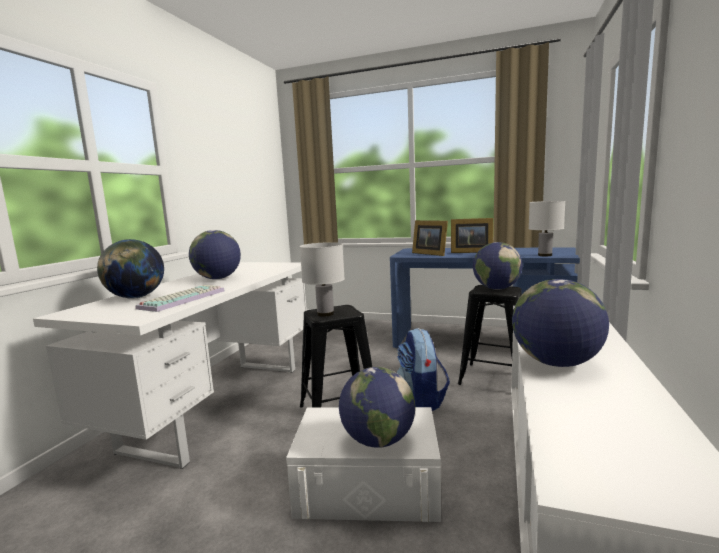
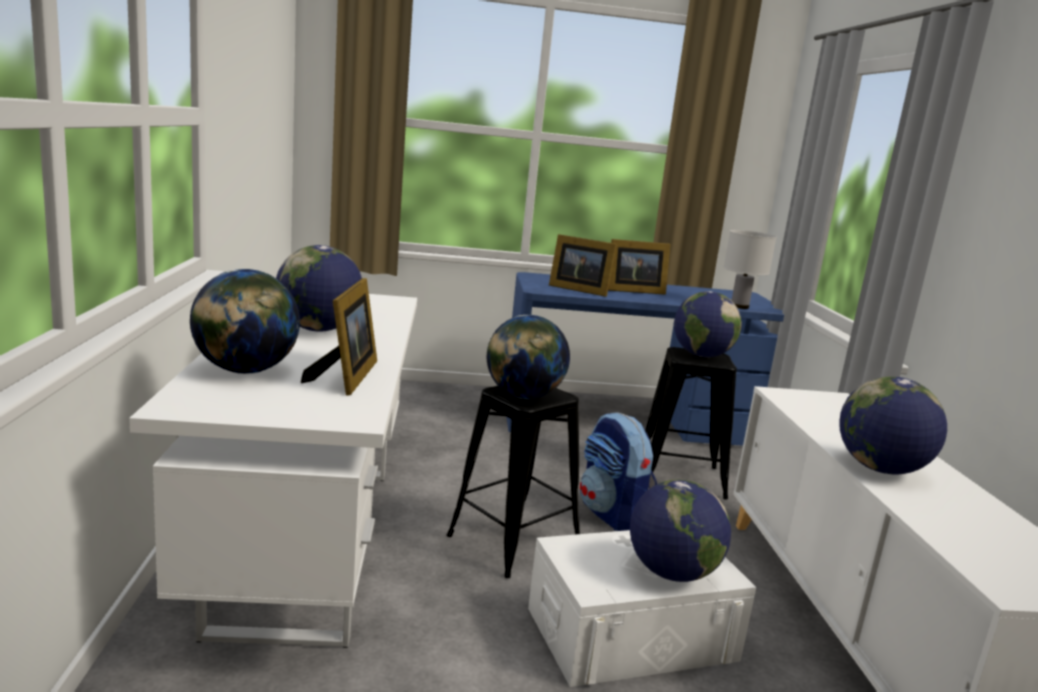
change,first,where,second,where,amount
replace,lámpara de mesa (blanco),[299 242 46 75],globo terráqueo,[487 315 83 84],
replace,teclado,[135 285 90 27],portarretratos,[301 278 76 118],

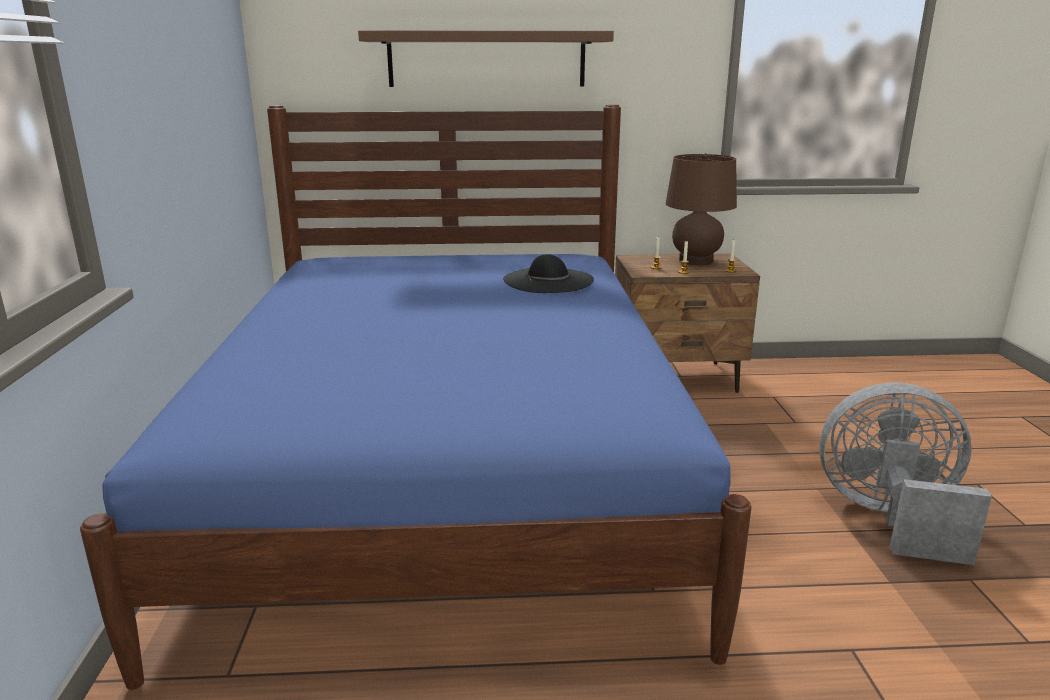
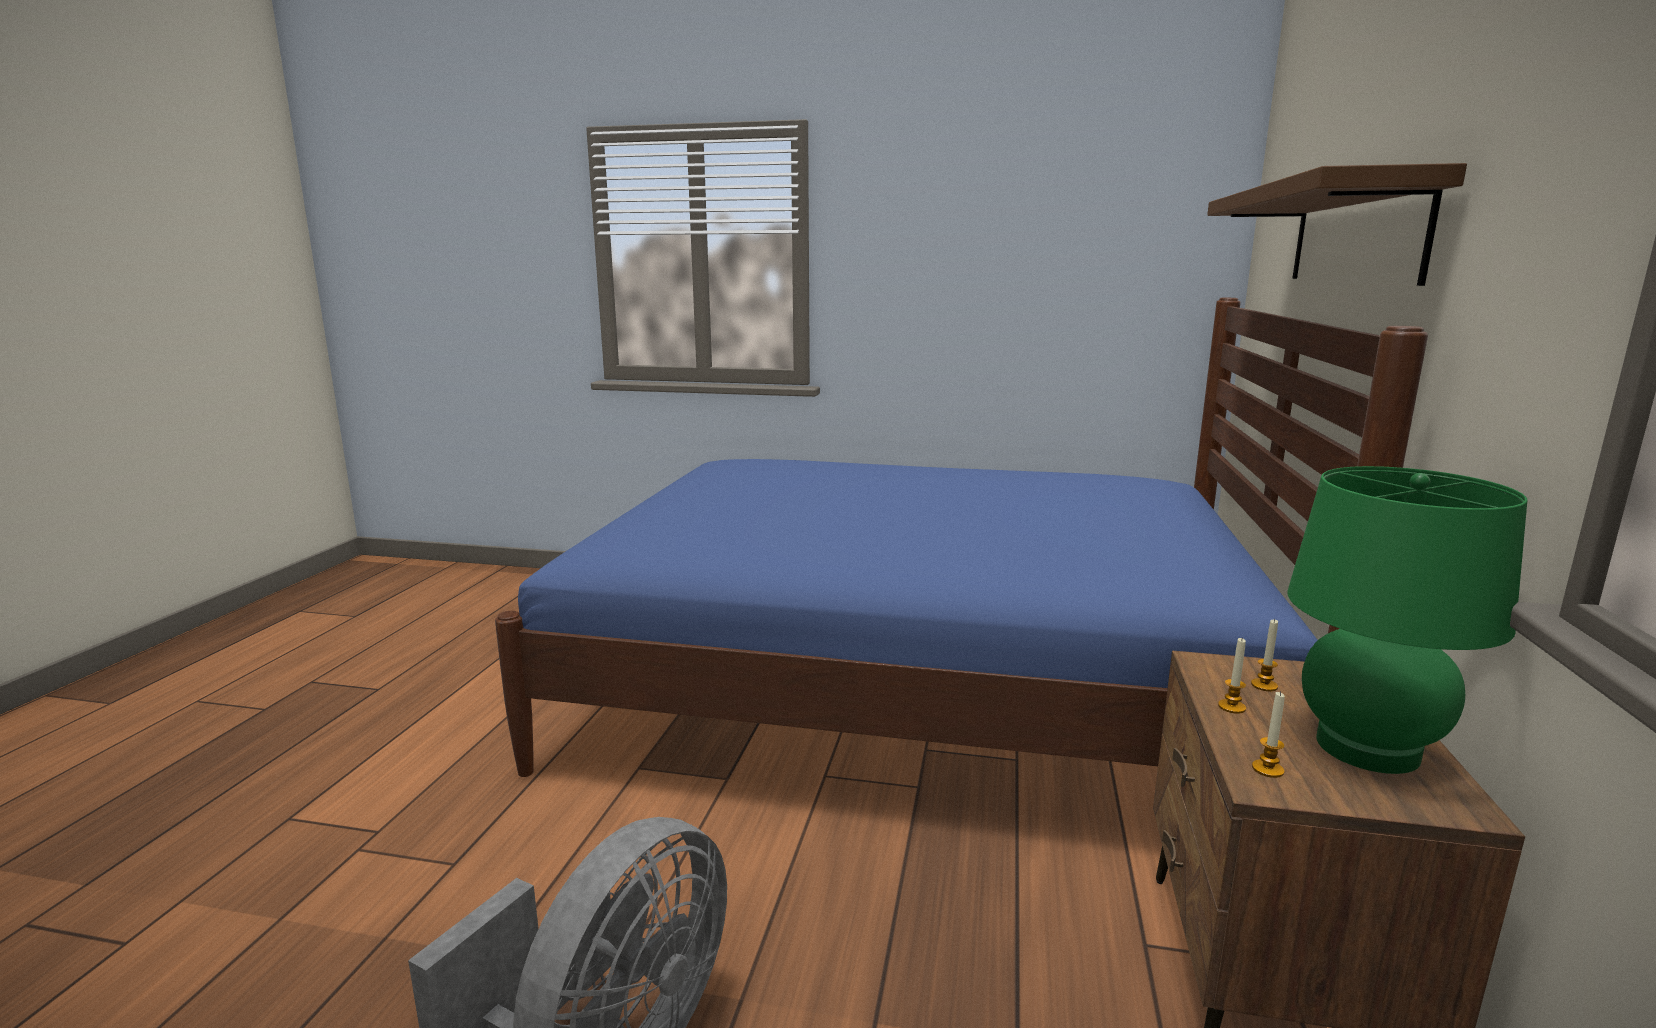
change,first,where,second,where,amount
recolor,lámpara de mesa (marrón),[666 153 71 112],lámpara de mesa (verde),[1287 466 240 308],
delete,sombrero (negro),[503 254 91 39],,,

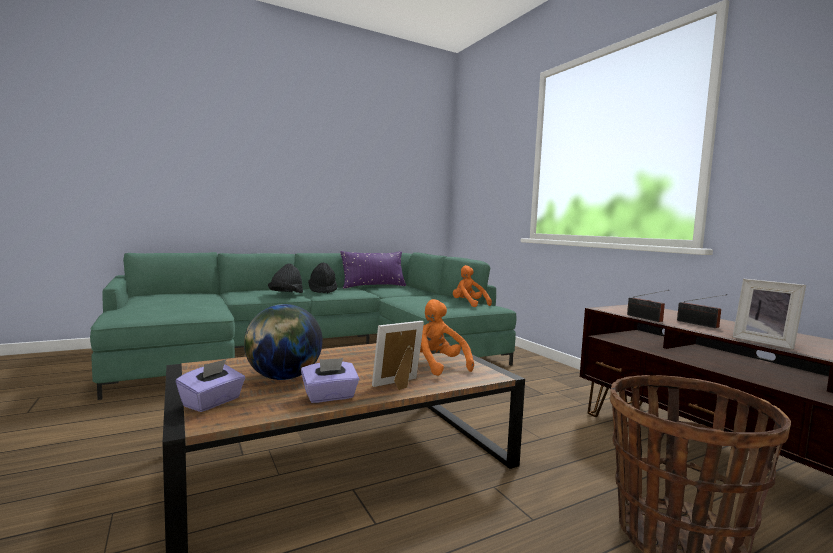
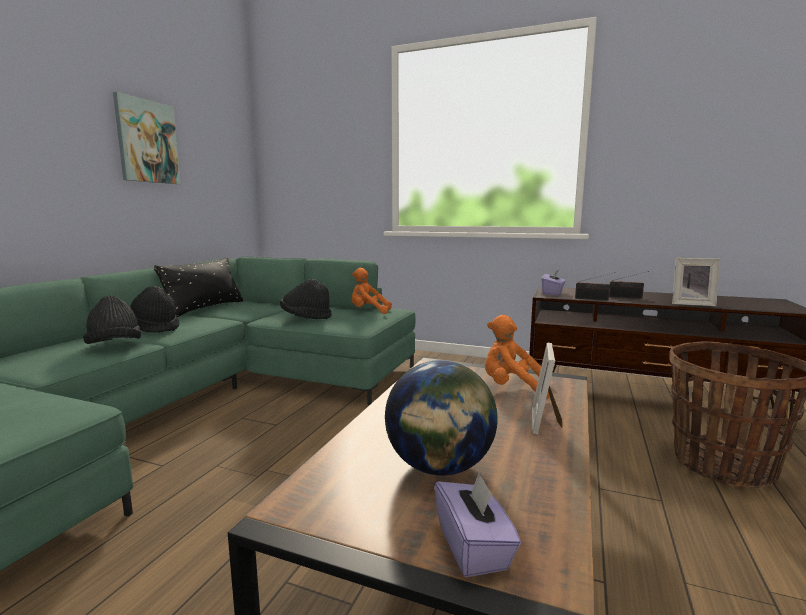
change,first,where,second,where,amount
recolor,cojín (morado),[340 251 66 37],cojín (negro),[154 257 89 60],
move,caja de pañuelos (morado),[301 358 58 45],,[542 270 24 25],
insert,,,cuadro,[113 92 68 92],
insert,,,sombrero (negro),[280 279 52 40],

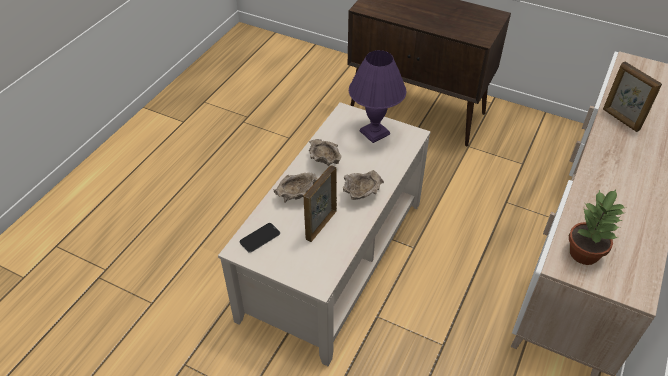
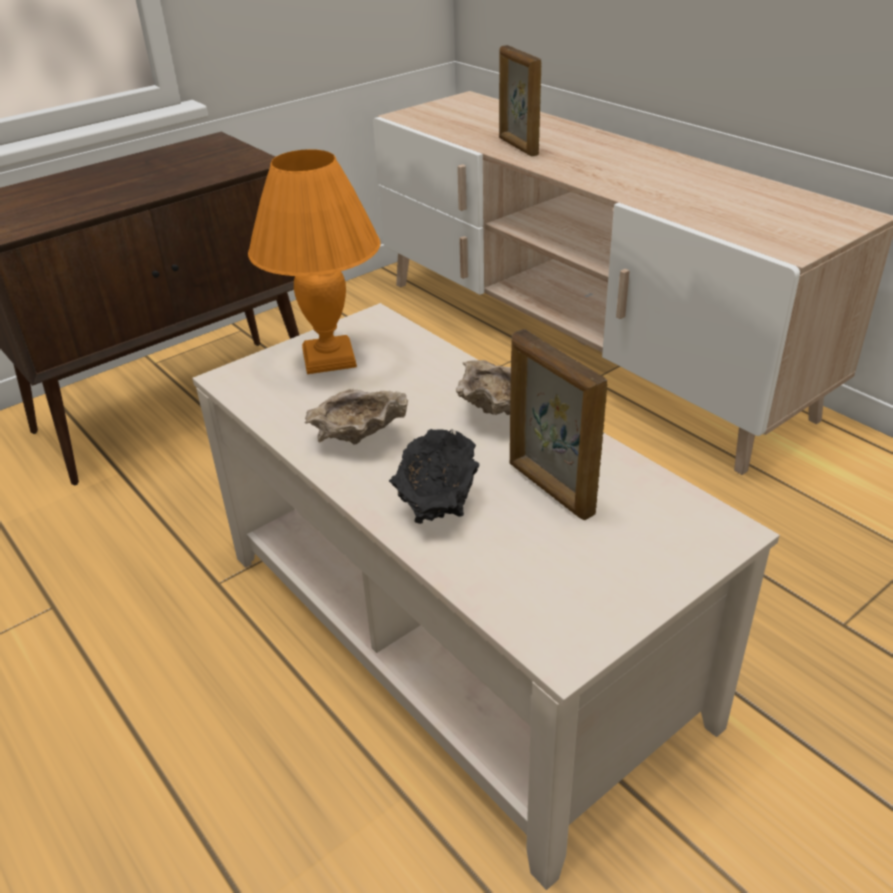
change,first,where,second,where,amount
recolor,lámpara de mesa (morado),[349 50 57 93],lámpara de mesa (naranja),[248 149 132 225],
rotate,portarretratos,[603 62 59 70],,[499 45 43 112],75 degrees clockwise
recolor,cuenco (beis),[274 172 44 31],cuenco (negro),[389 429 91 95],
delete,planta en maceta,[569 189 57 76],,,
delete,móvil,[240 223 40 30],,,

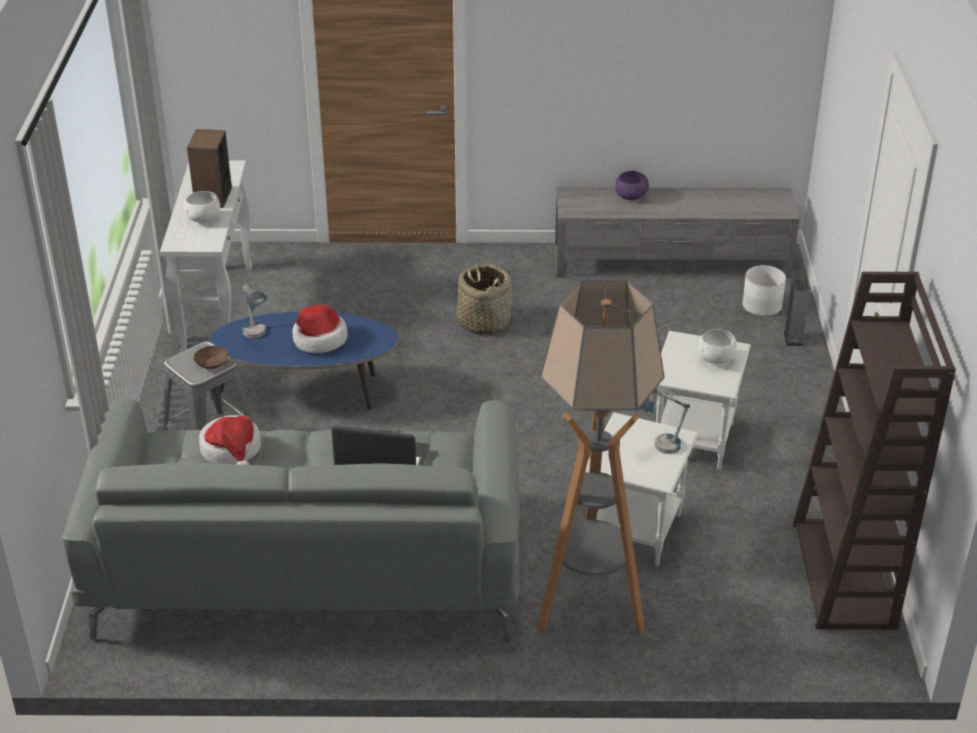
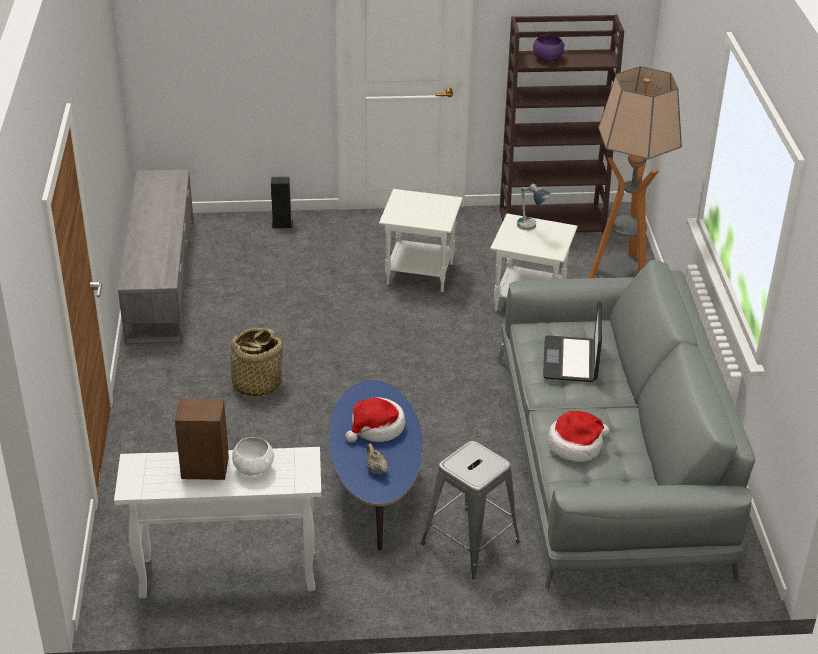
change,first,where,second,where,amount
move,cuenco (morado),[615 171 34 29],,[533 35 32 27],
delete,maceta (blanco),[742 265 44 51],,,
replace,lámpara de mesa,[242 284 26 54],tetera (beis),[367 443 21 31],
delete,cuenco (blanco),[697 329 40 35],,,
delete,cuenco (marrón),[194 346 35 23],,,

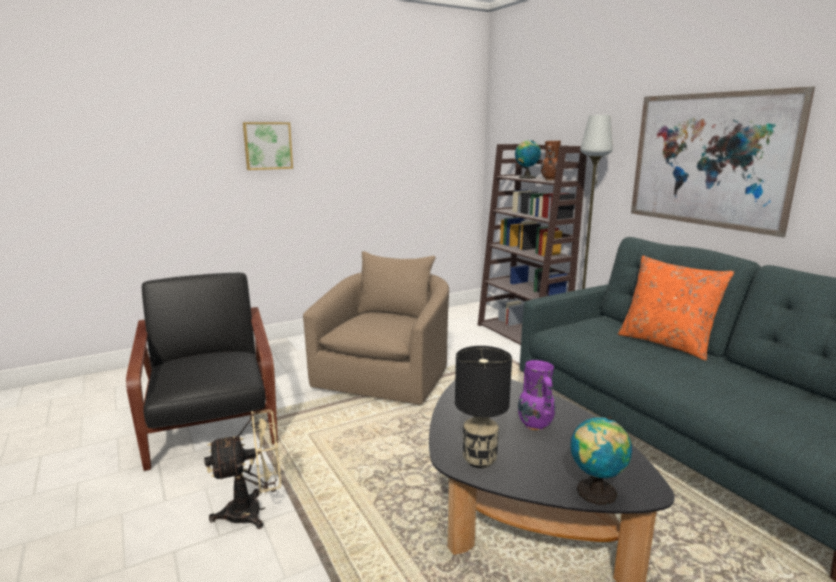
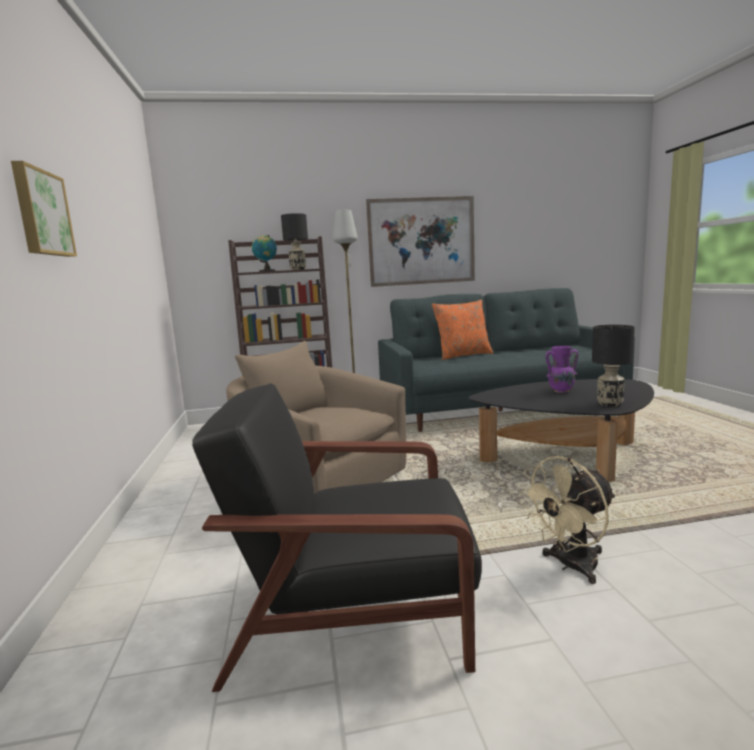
change,first,where,second,where,amount
replace,florero (marrón),[541 141 20 40],lámpara de mesa (negro),[281 213 27 57],
rotate,ventilador (beis),[204 410 77 119],,[519 456 97 128],120 degrees counterclockwise
delete,globo terráqueo,[570 416 62 89],,,

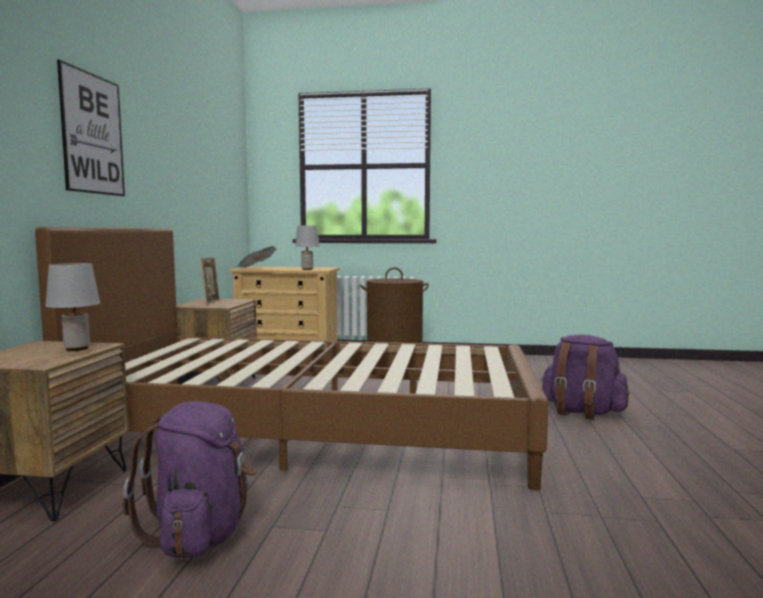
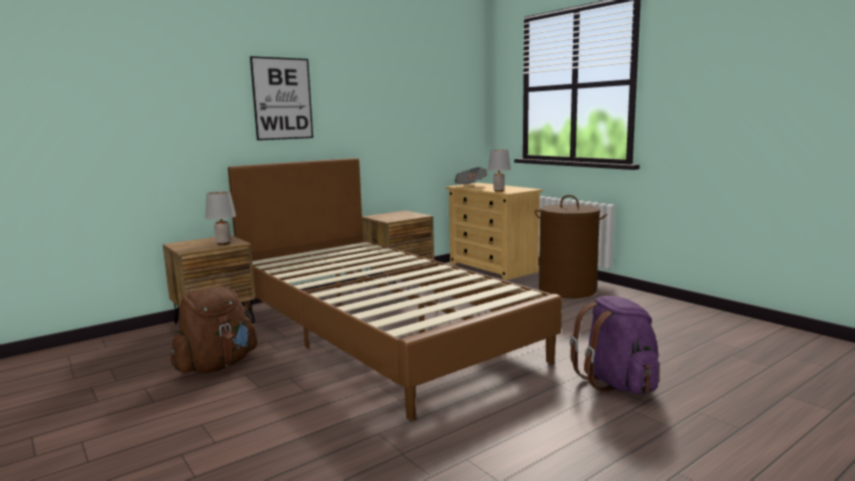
change,first,where,second,where,amount
delete,portarretratos,[200 257 20 48],,,
recolor,mochila (morado),[123 401 134 158],mochila (marrón),[171 286 86 87],

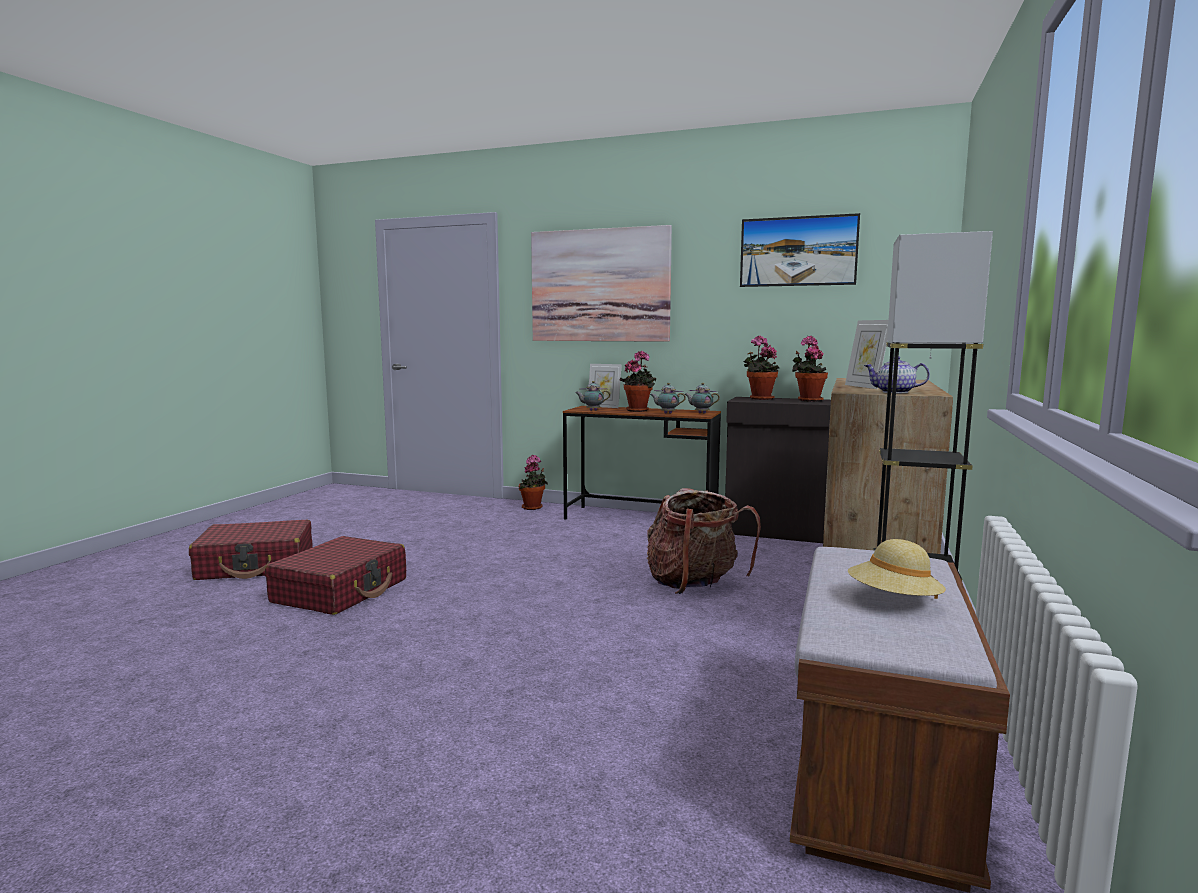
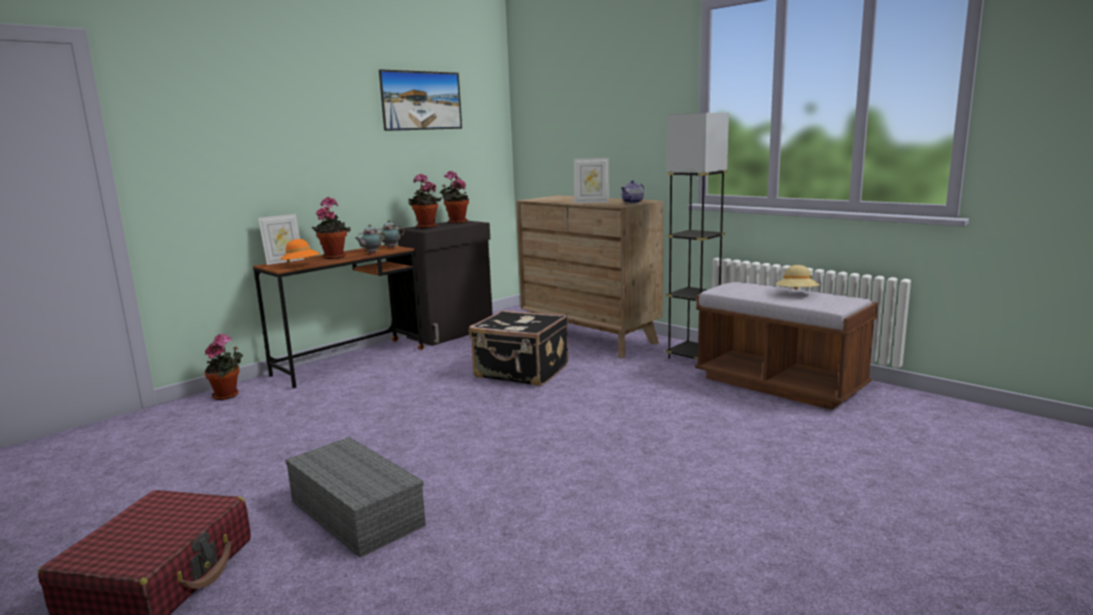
change,first,where,second,where,amount
delete,cuadro,[531 225 141 117],,,
replace,tetera,[575 381 35 30],sombrero (naranja),[280 239 40 26],
replace,mochila,[647 488 114 106],maleta (negro),[469 310 99 76],
replace,maleta (rojo),[265 536 141 79],caja de almacenaje (gris),[285 437 141 121],

